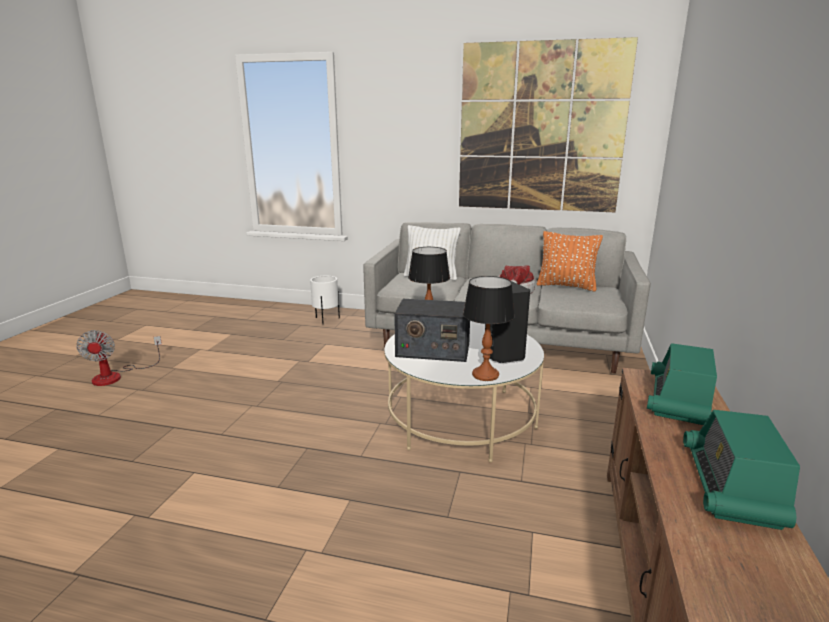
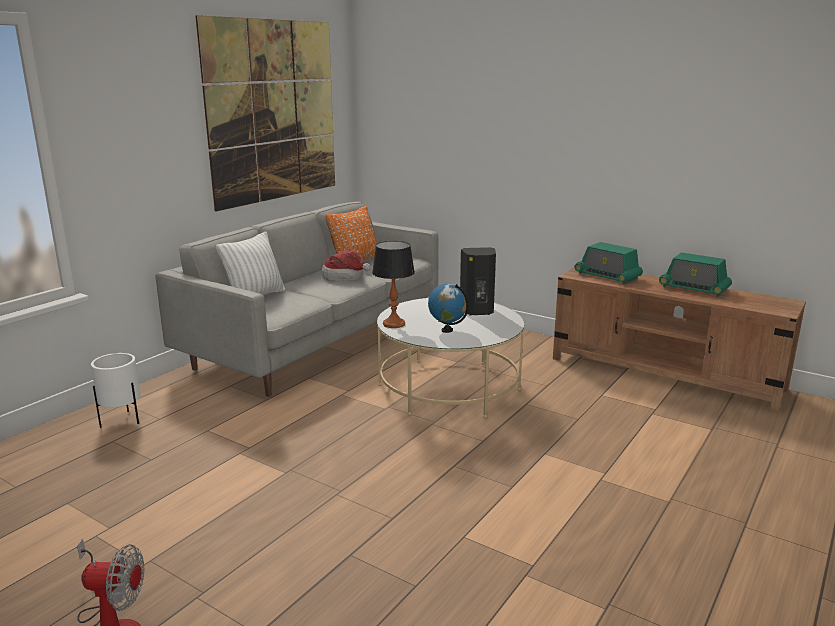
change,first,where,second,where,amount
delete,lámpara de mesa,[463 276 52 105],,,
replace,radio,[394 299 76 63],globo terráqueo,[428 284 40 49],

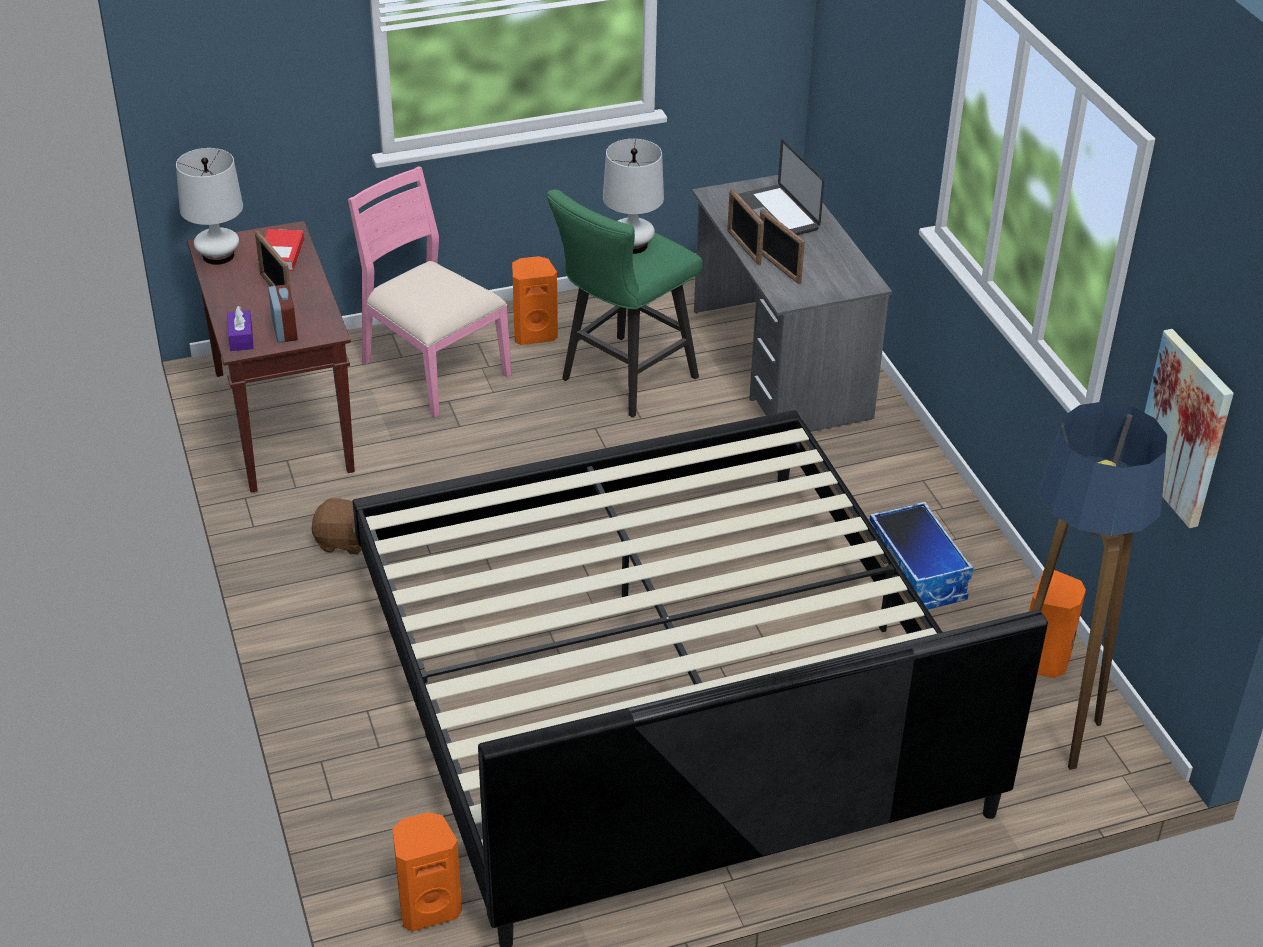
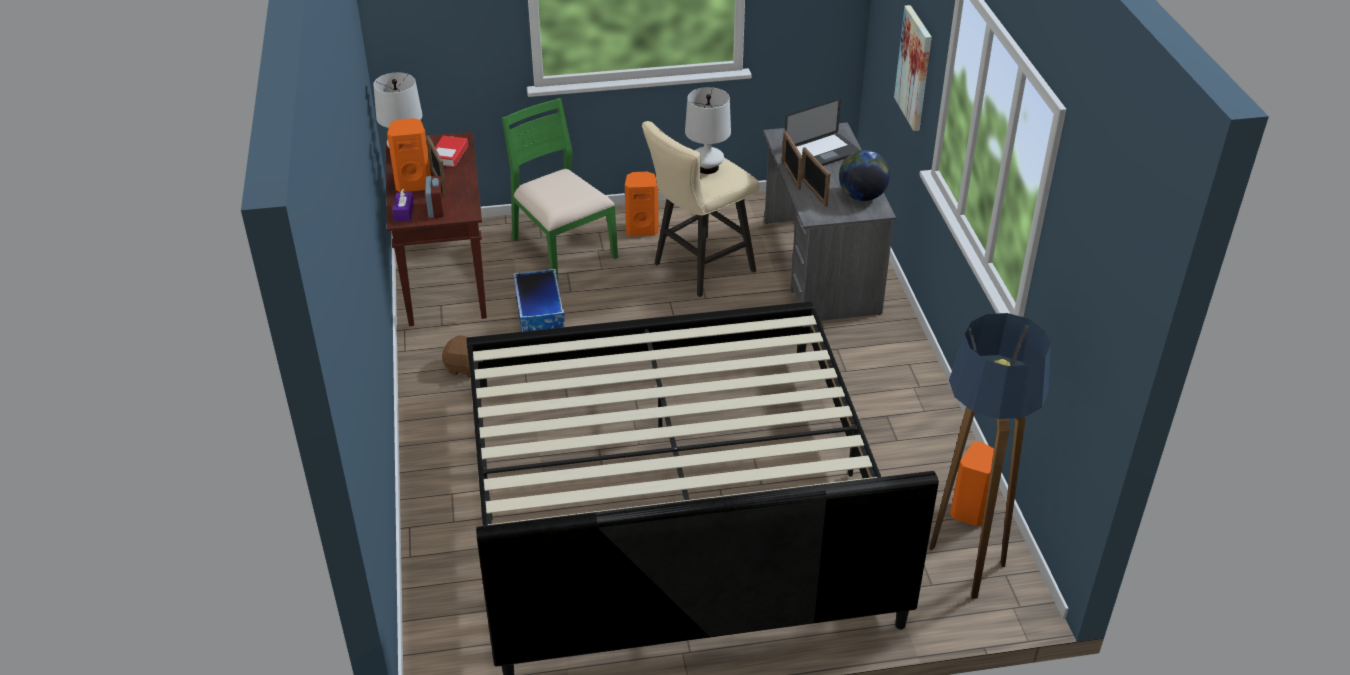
change,first,where,second,where,amount
rotate,portátil,[738 140 86 95],,[785 98 75 68],105 degrees counterclockwise
recolor,silla (rosa),[348 166 164 252],silla (verde),[502 98 116 183],
recolor,taburete (verde),[547 189 156 229],taburete (beis),[642 121 118 176],
move,cuadro,[1144 329 90 199],,[894 5 38 126],
move,caja de almacenaje,[869 502 105 107],,[513 269 52 63],
move,altavoz (naranja),[392 812 70 119],,[387 118 44 74],
insert,,,globo terráqueo,[839 150 51 51],

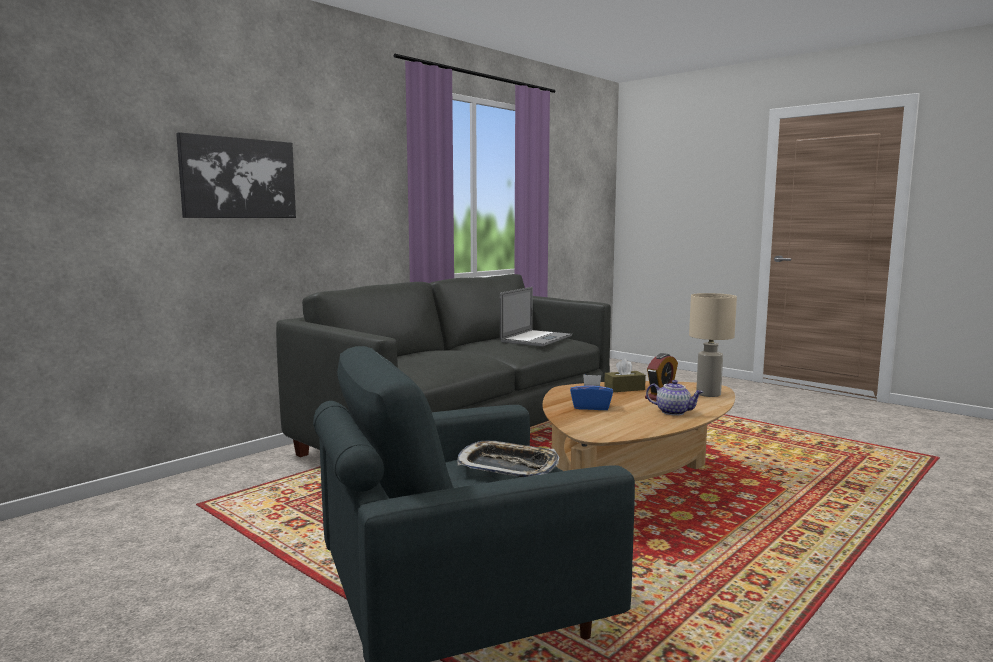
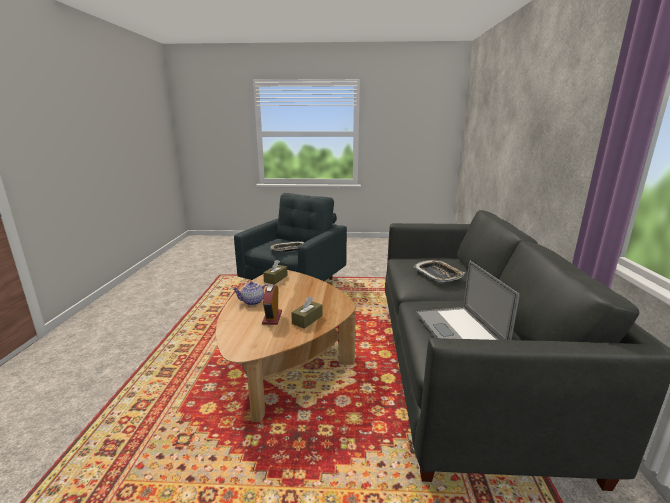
change,first,where,second,where,amount
delete,cuadro,[176 132 120 86],,,
delete,lámpara de mesa (beis),[689 293 48 104],,,
delete,caja de pañuelos (azul),[570 374 43 36],,,
insert,,,caja de pañuelos (marrón),[263 260 25 25],
insert,,,bandeja,[413 260 52 22],

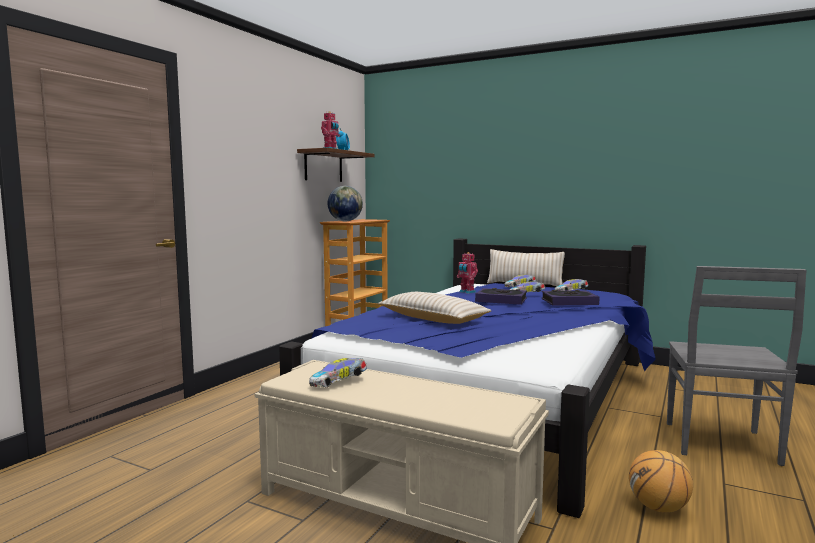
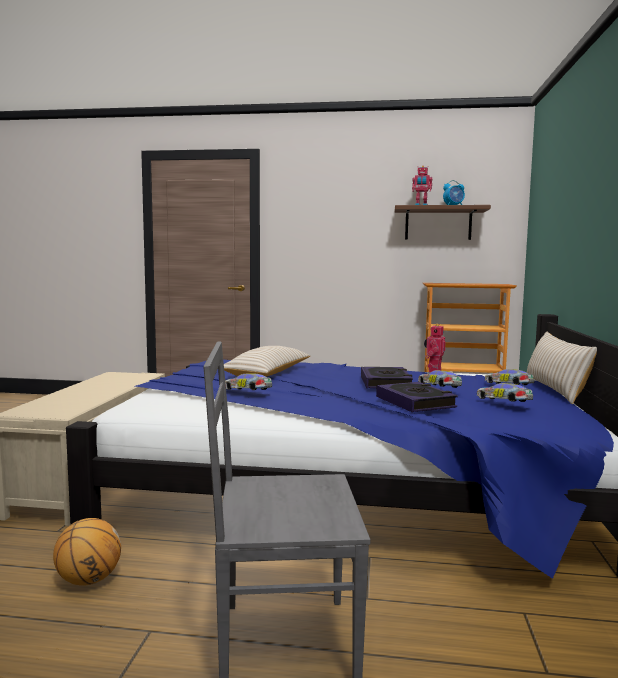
change,first,where,second,where,amount
delete,globo terráqueo,[328 186 35 35],,,
move,coche de juguete,[309 358 58 29],,[225 373 47 17],

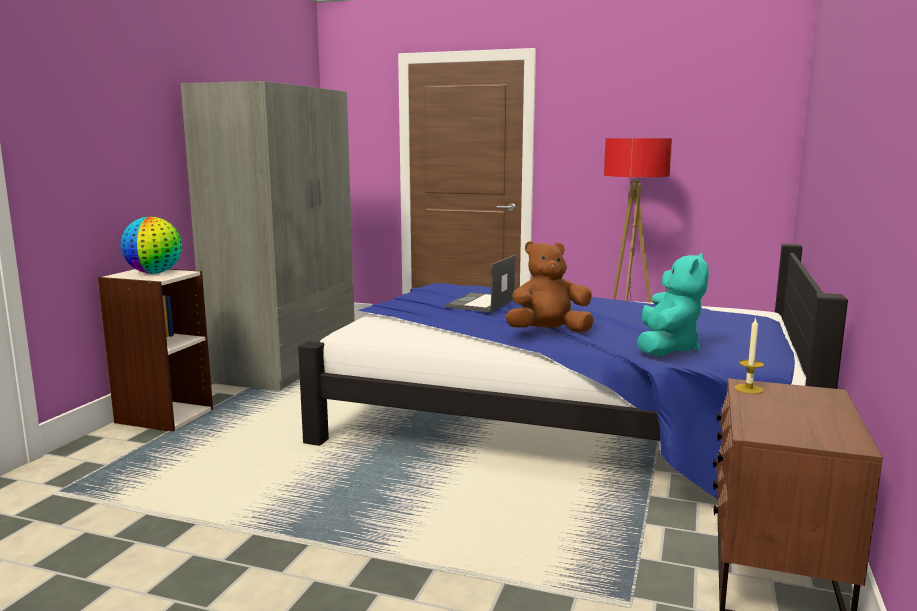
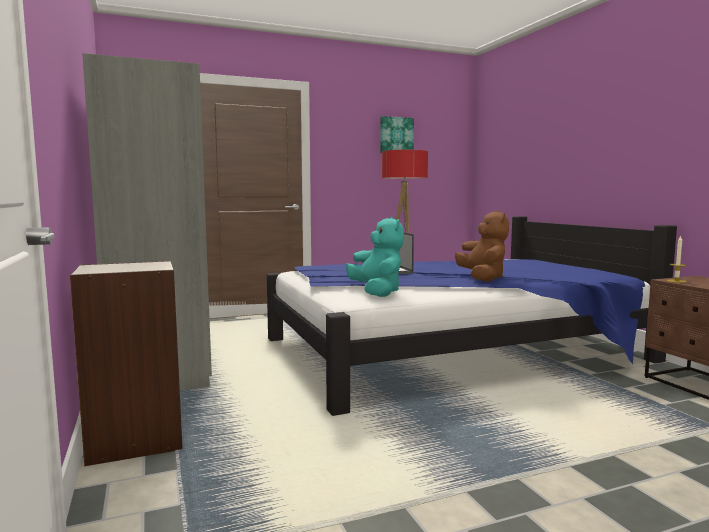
change,first,where,second,where,amount
delete,globo terráqueo,[120 217 62 57],,,
rotate,peluche (marrón),[506 241 88 91],,[455 210 54 72],135 degrees clockwise
move,peluche (turquesa),[637 253 72 104],,[346 217 58 80],
insert,,,cuadro,[380 116 34 37],

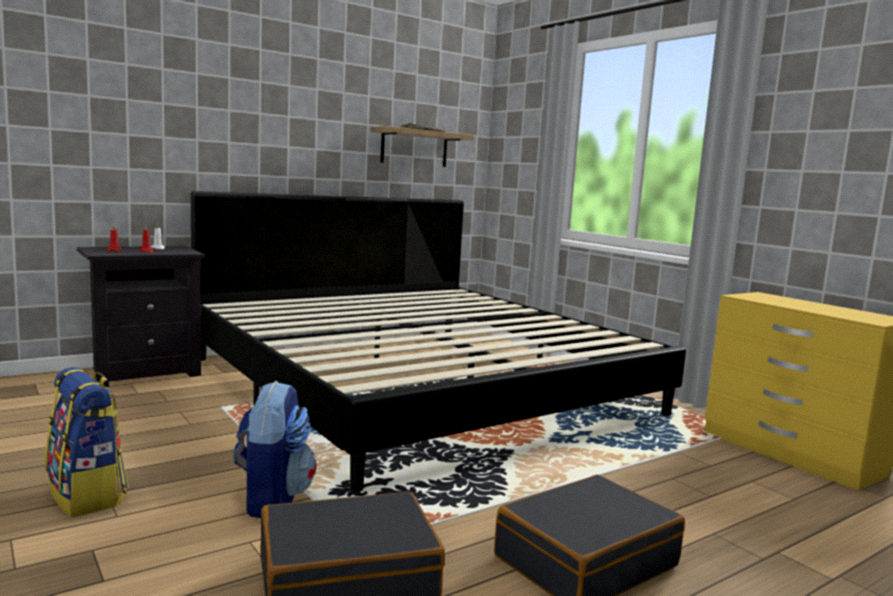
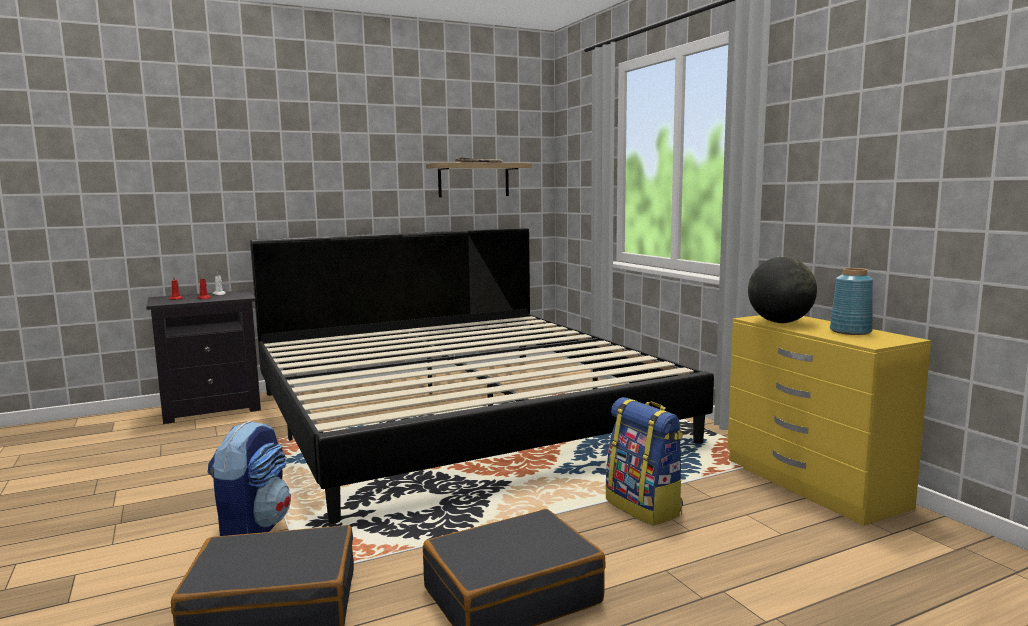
change,first,where,second,where,amount
move,mochila,[45 367 83 150],,[606 397 77 129],
insert,,,globo terráqueo,[748 257 69 66],
insert,,,florero (azul),[830 268 43 67],

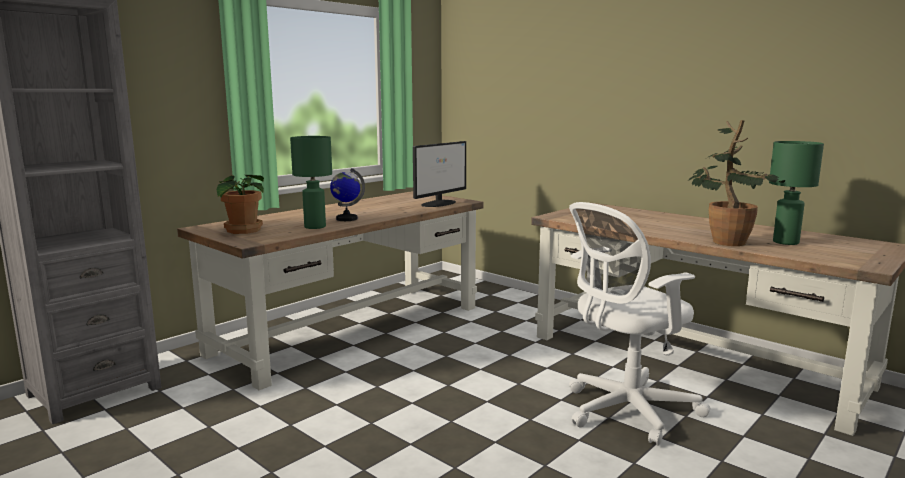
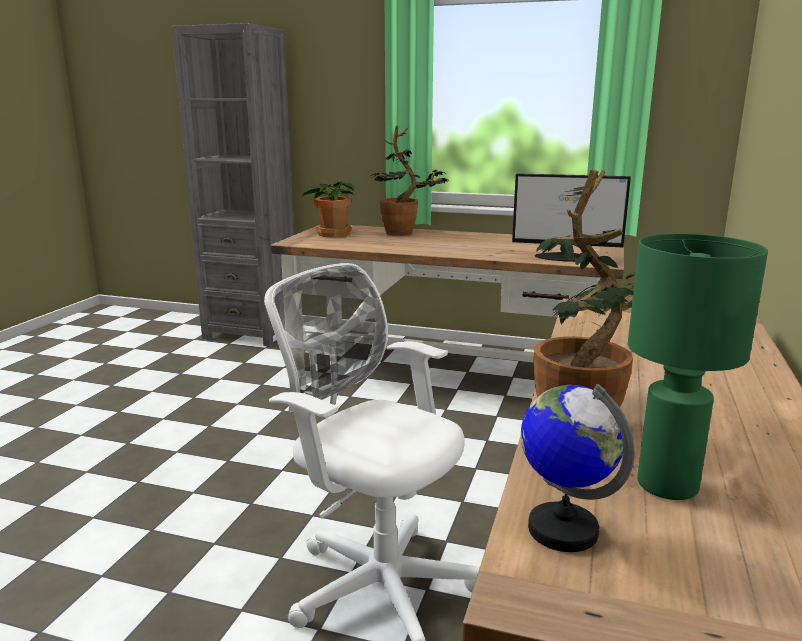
change,first,where,second,where,amount
delete,lámpara de mesa (verde),[290 136 42 93],,,
move,globo terráqueo,[330 168 35 53],,[521 384 114 168],
insert,,,planta en maceta,[370 126 80 110],

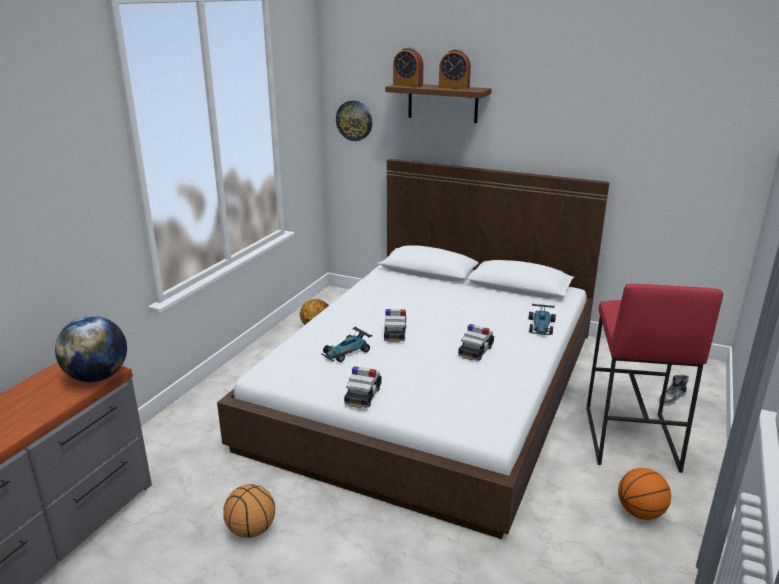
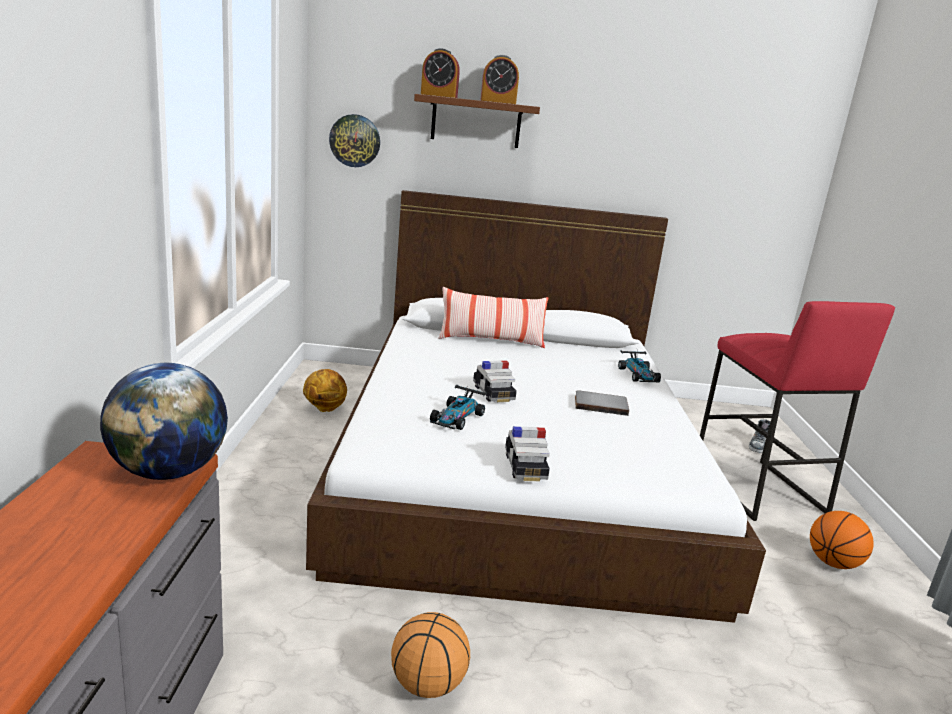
change,first,where,second,where,amount
replace,coche de juguete,[458 324 36 37],libro (gris),[575 390 54 26],
insert,,,cojín,[438 287 110 61],

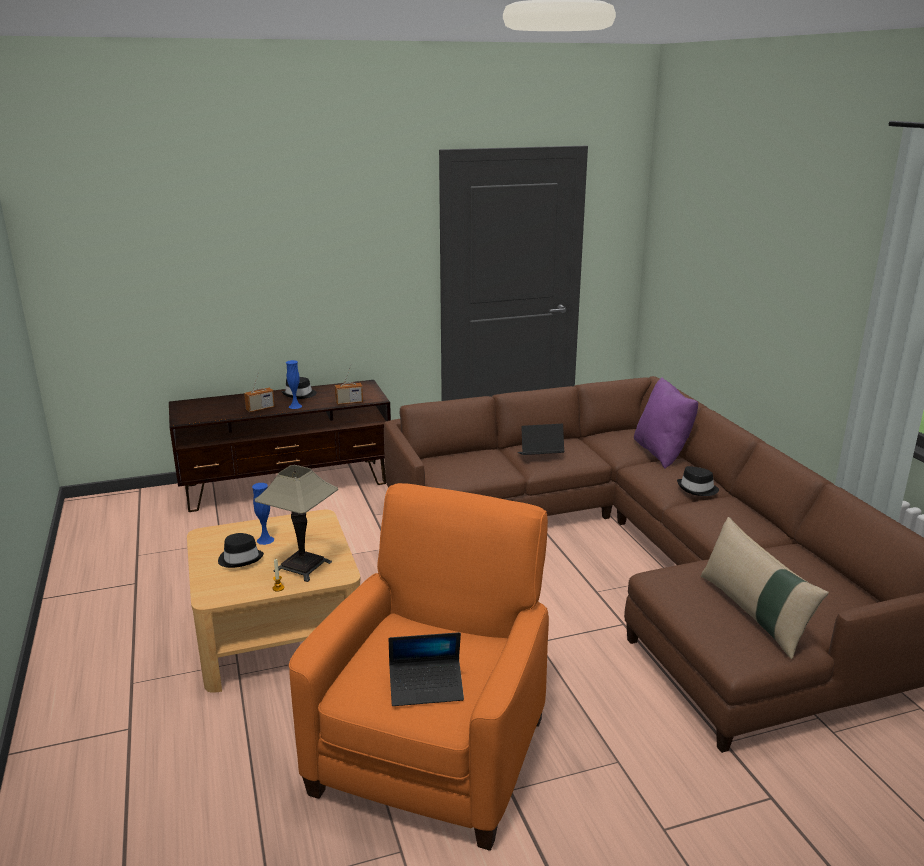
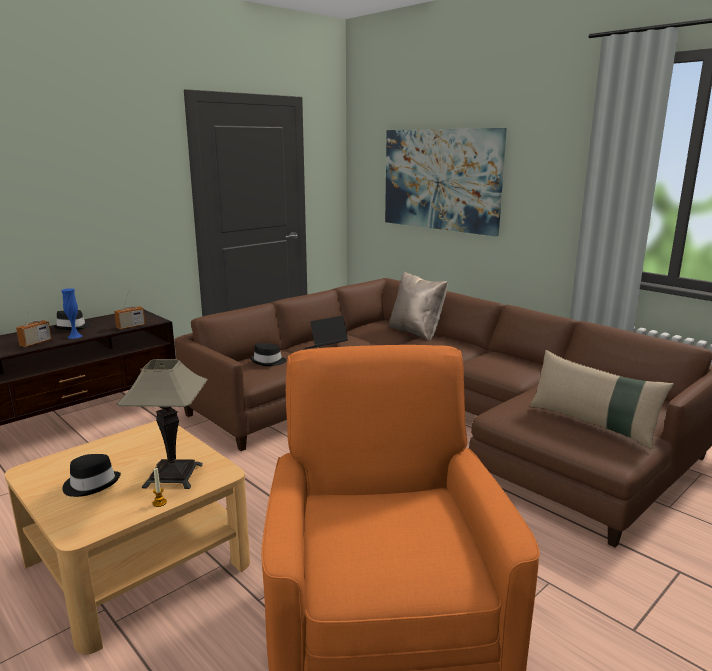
change,first,where,second,where,amount
recolor,cojín (morado),[634 377 64 91],cojín (beis),[389 272 59 69],
move,sombrero (negro),[677 466 42 30],,[250 343 36 23],
delete,florero (azul),[252 483 22 62],,,
delete,portátil,[389 632 75 74],,,
insert,,,cuadro,[385 128 122 108],

